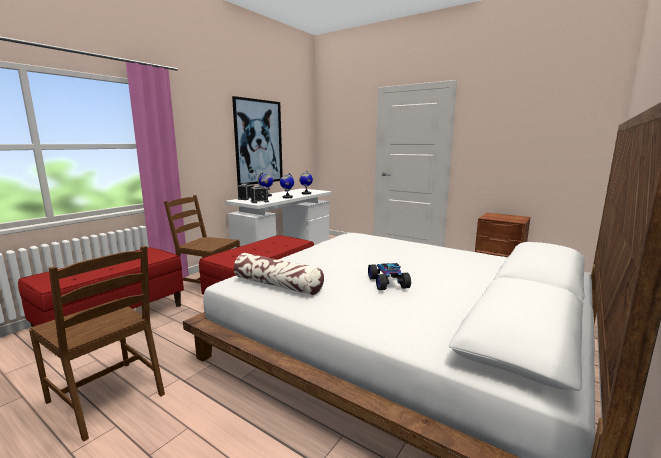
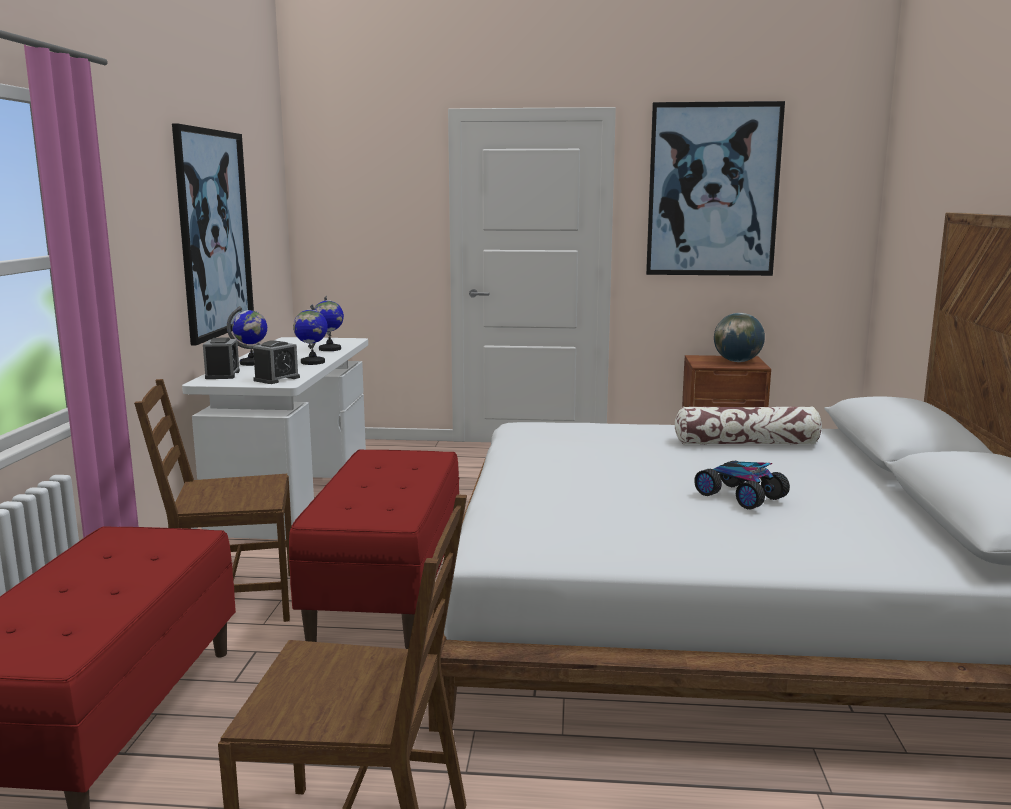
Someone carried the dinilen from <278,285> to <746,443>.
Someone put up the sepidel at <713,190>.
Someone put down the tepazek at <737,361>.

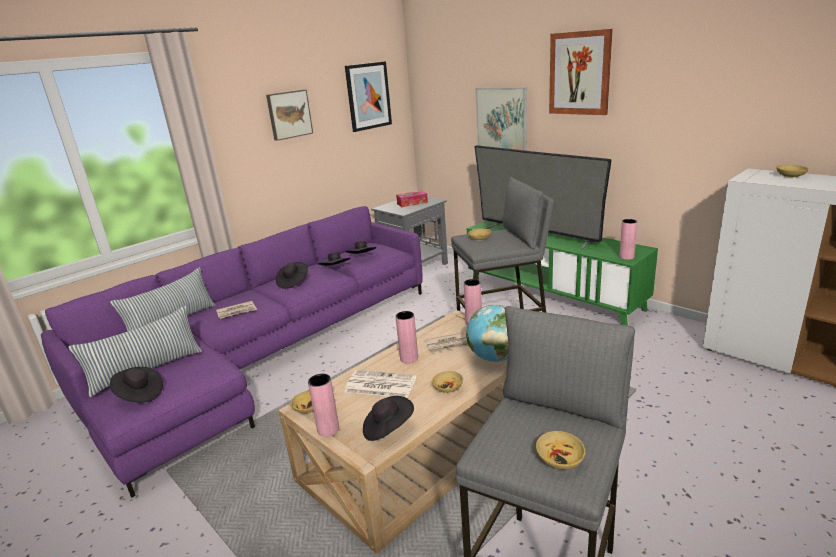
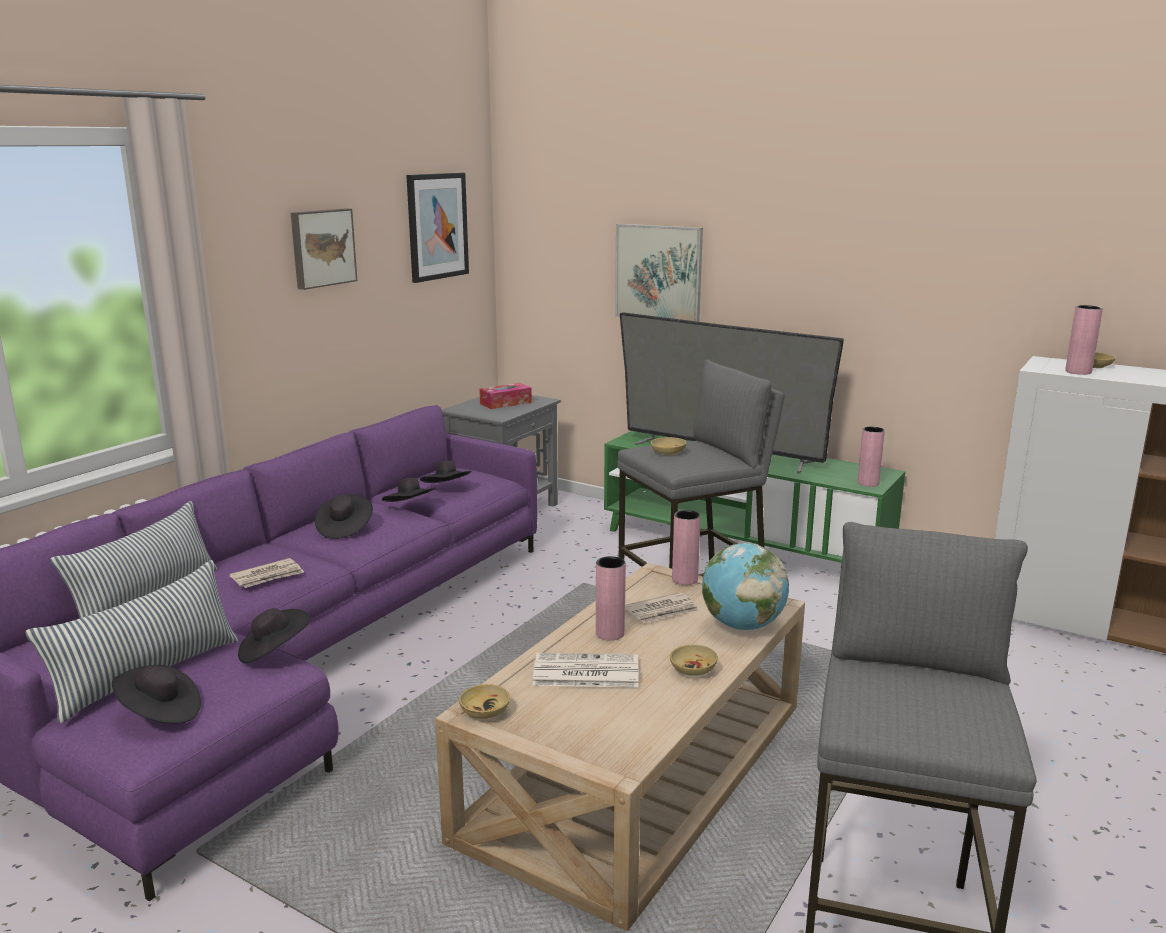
Someone carried the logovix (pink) from <328,429> to <1078,372>.
Someone carried the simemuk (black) from <387,428> to <273,651>.
Someone took away the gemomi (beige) at <560,458>.
Someone took away the sepidel at <580,73>.

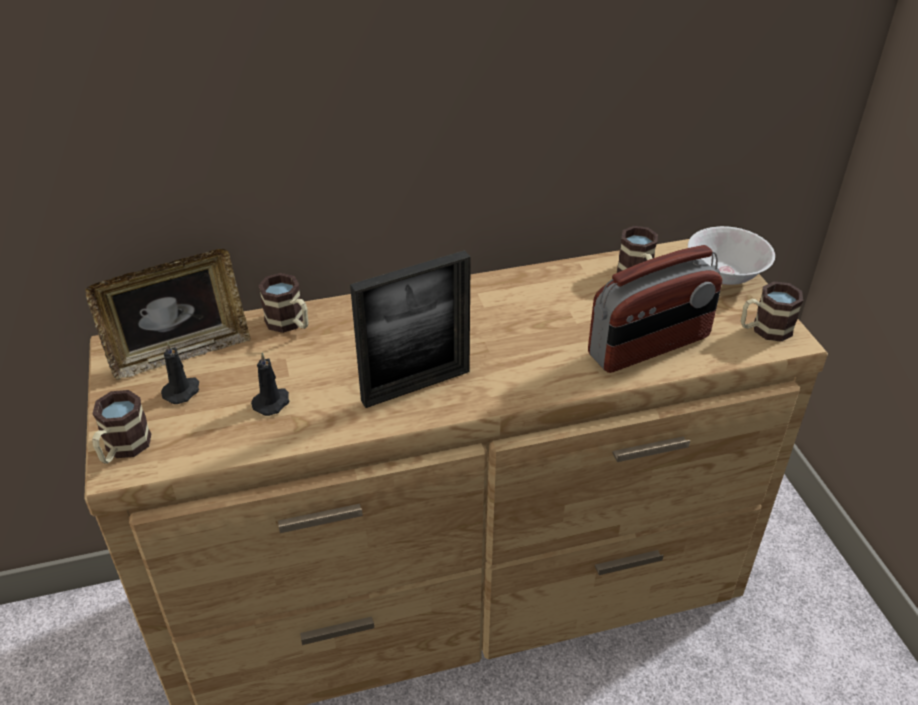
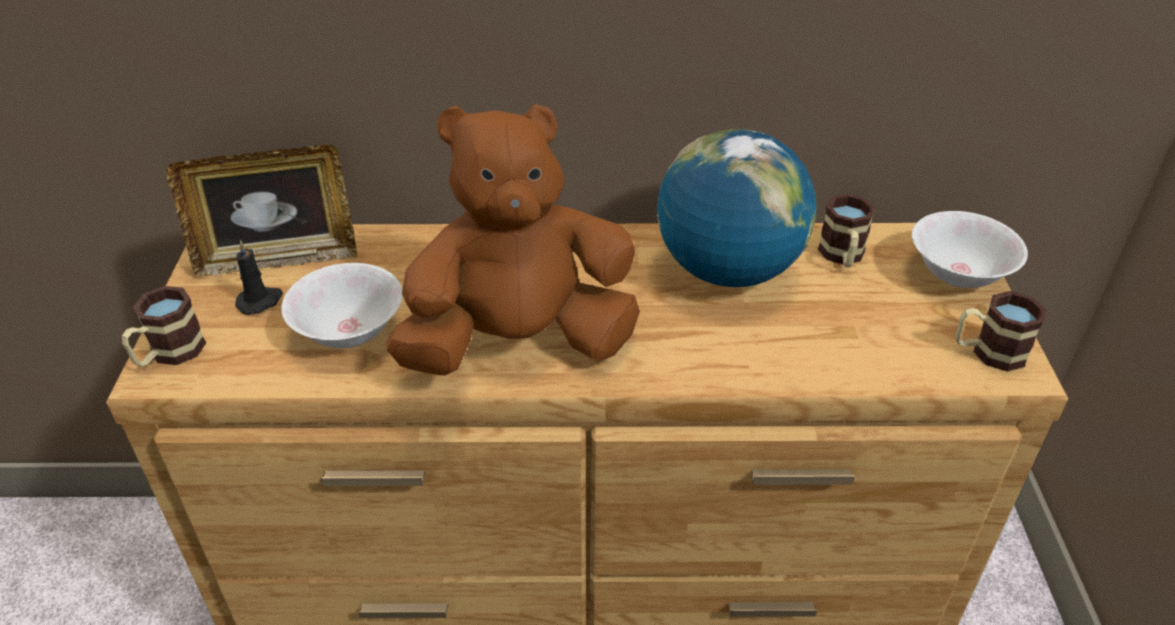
Someone swapped the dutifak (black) at <272,402> for the gemomi (white) at <350,332>.
Someone took away the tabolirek at <290,323>.
Someone swapped the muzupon at <416,386> for the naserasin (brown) at <520,343>.
Someone took away the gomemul at <649,347>.
Someone put down the tepazek at <728,271>.

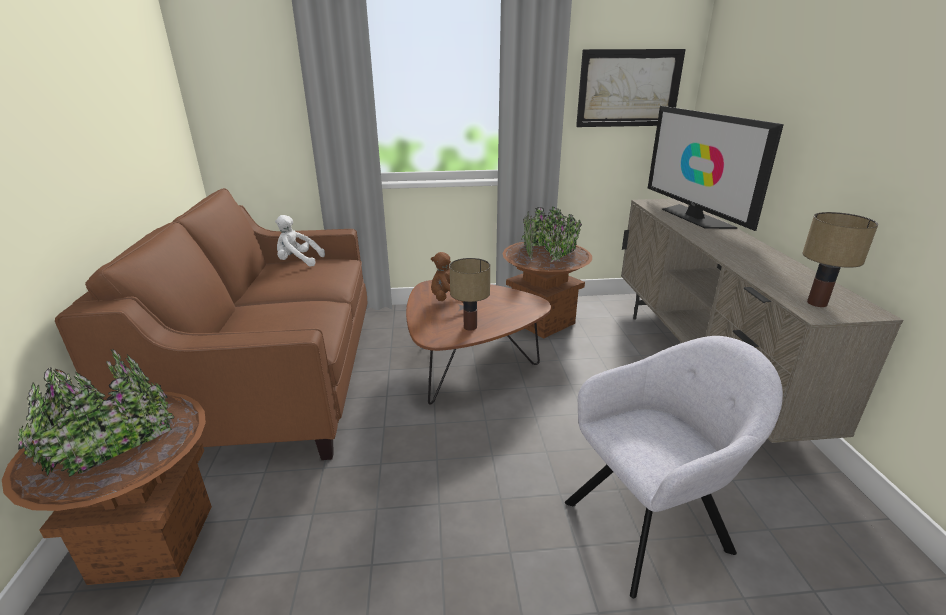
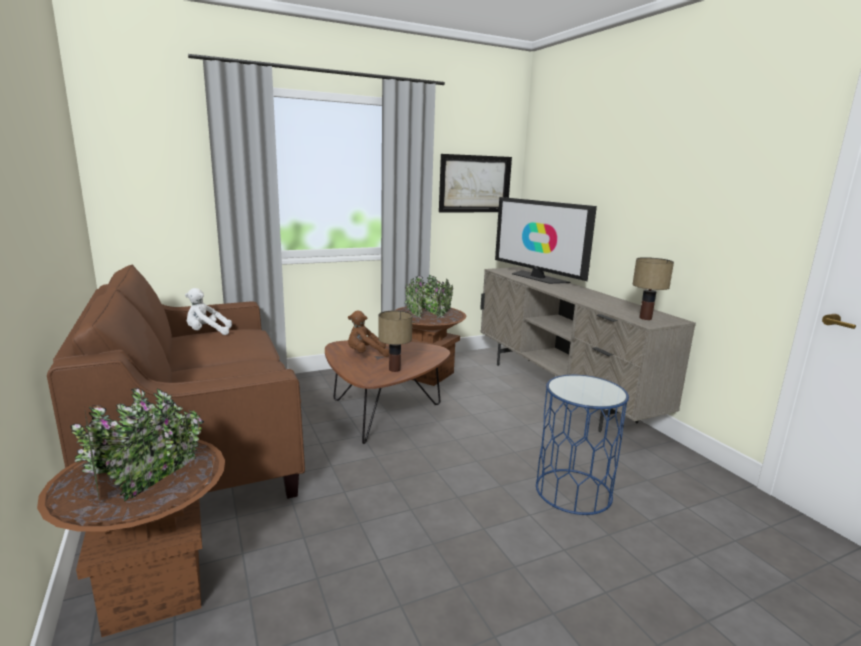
Someone swapped the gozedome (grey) at <652,524> for the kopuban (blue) at <573,491>.

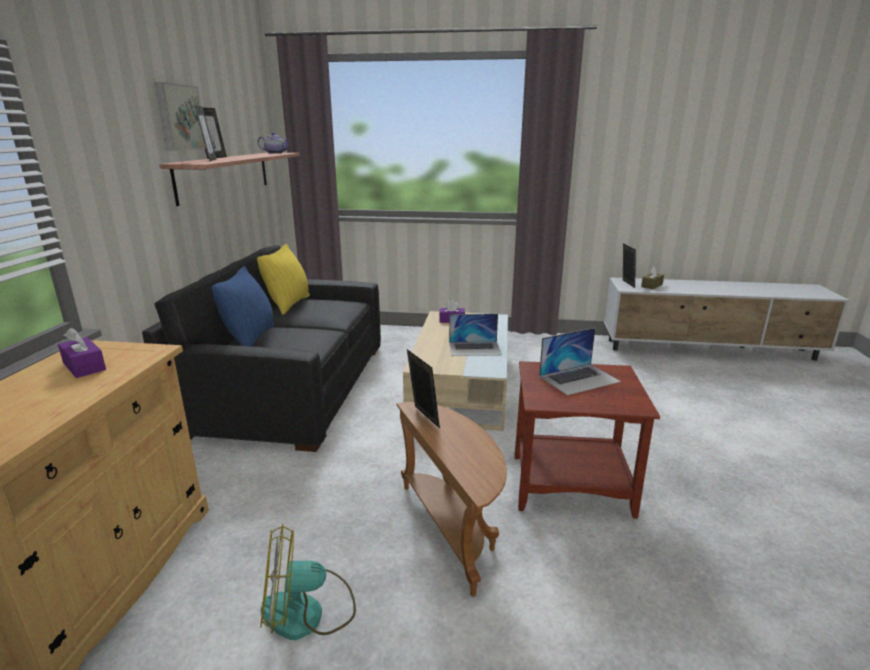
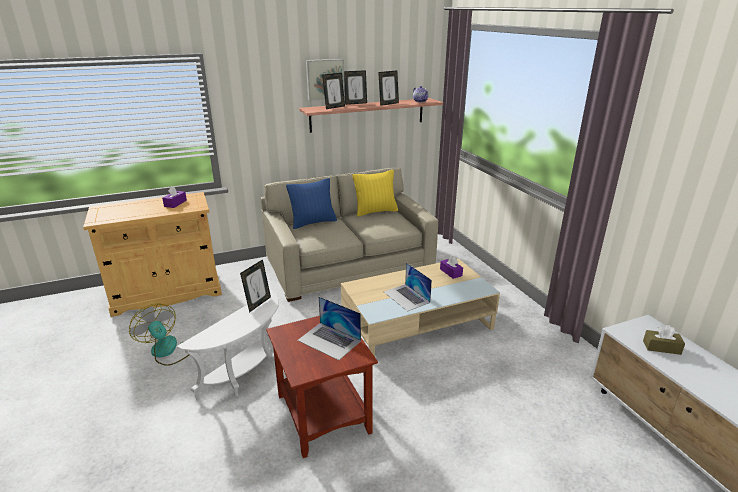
Someone repainted the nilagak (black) at <290,386>, which became the nilagak (beige) at <349,264>.
Someone repainted the kopuban (brown) at <452,529>, which became the kopuban (white) at <246,374>.
Someone carried the muzupon from <626,284> to <388,104>.

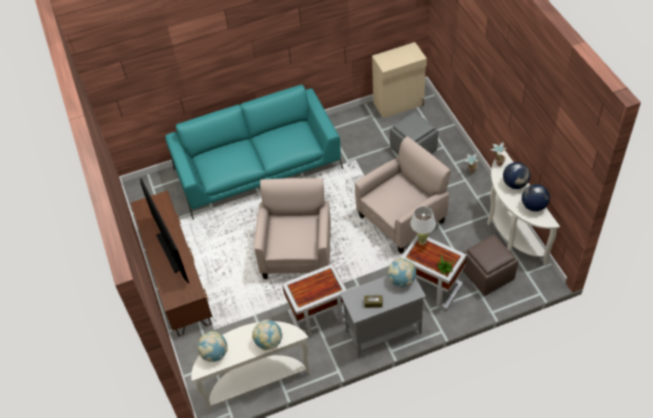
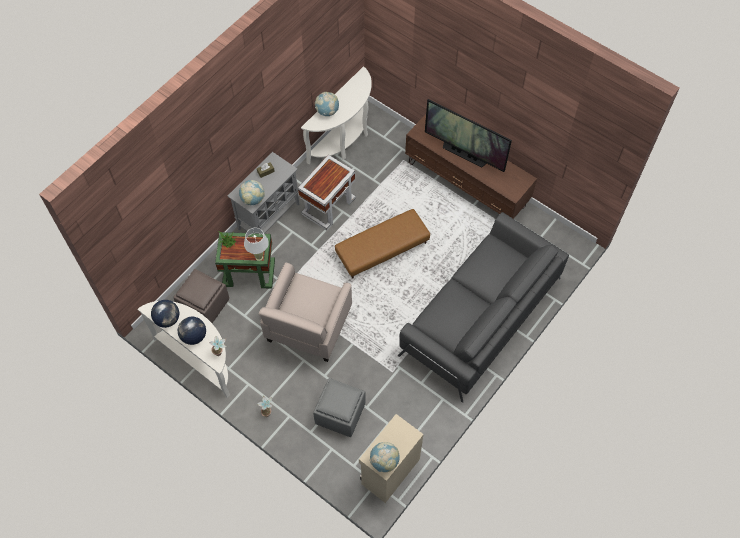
Someone repainted the nilagak (turquoise) at <257,169>, which became the nilagak (grey) at <480,316>.
Someone carried the tepazek from <215,354> to <384,461>.
Someone swapped the gozedome (beige) at <297,253> for the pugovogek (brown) at <382,250>.
Someone repainted the kopuban (white) at <431,286>, which became the kopuban (green) at <249,272>.

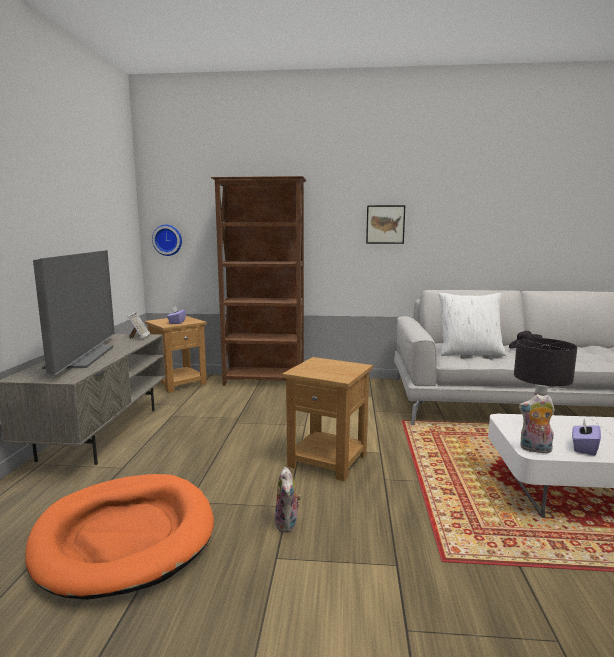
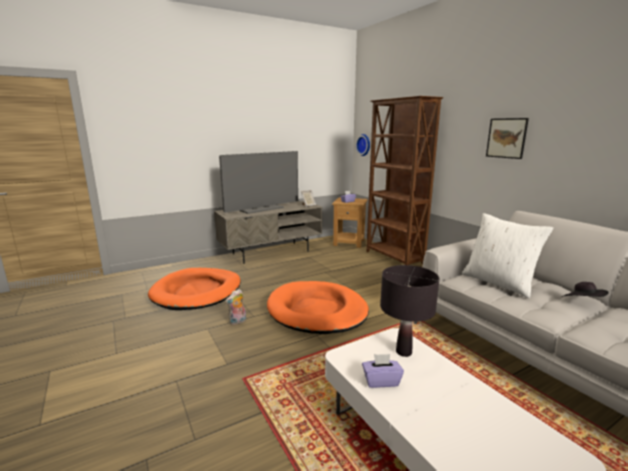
Someone swapped the kopuban (brown) at <328,460> for the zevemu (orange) at <317,311>.
Someone took away the naserasin at <535,449>.

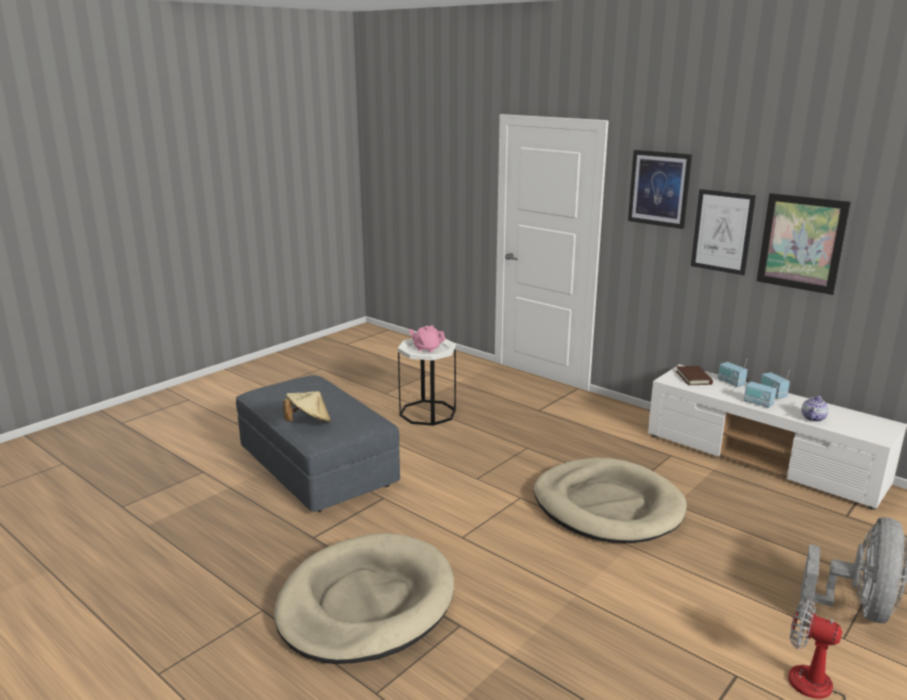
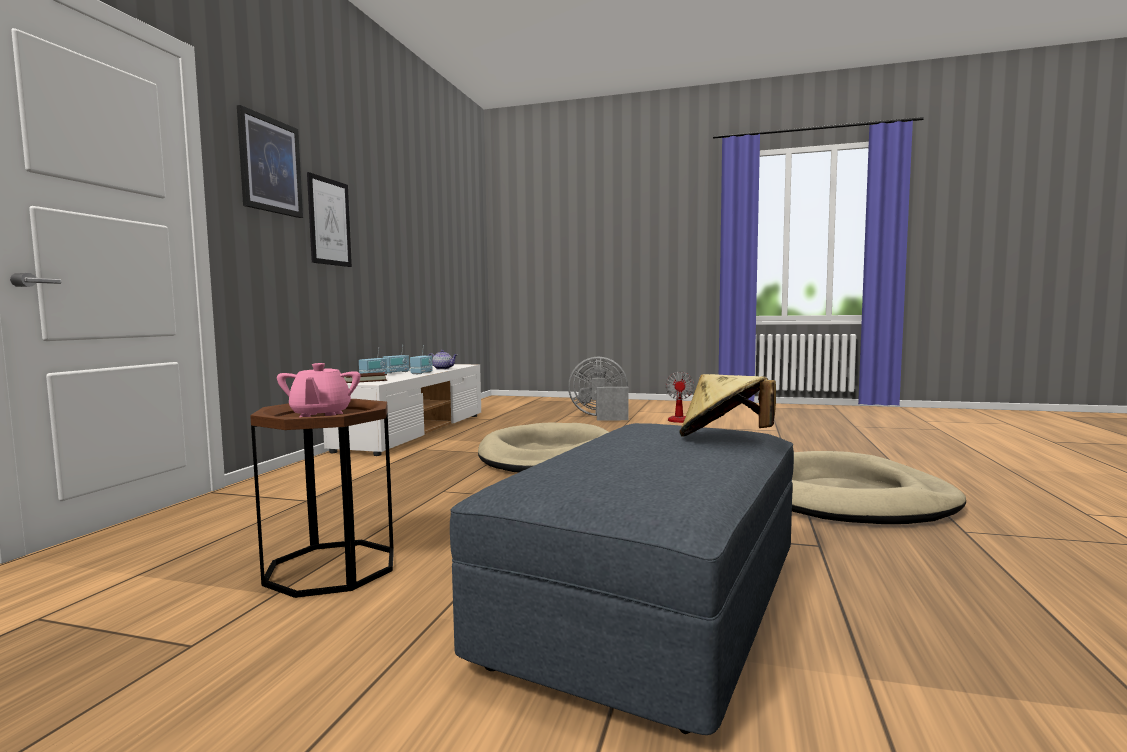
Someone repainted the kopuban (white) at <427,413>, which became the kopuban (brown) at <331,567>.
Someone took away the sepidel at <801,243>.

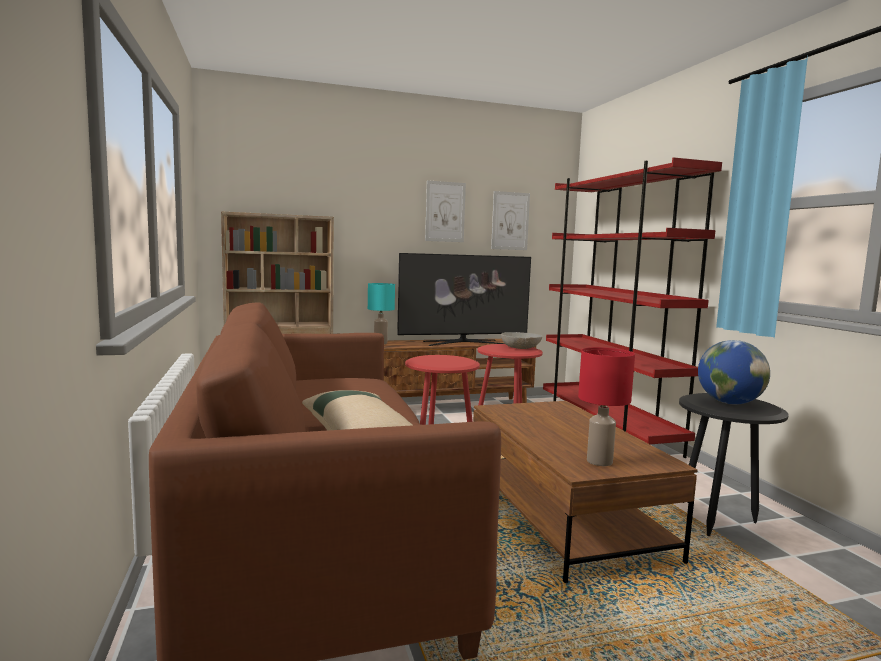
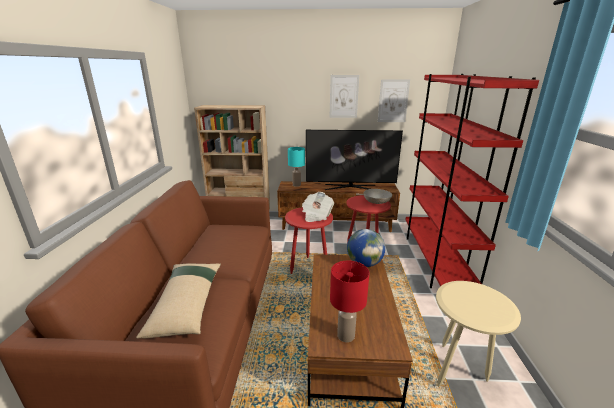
Someone repainted the kopuban (black) at <719,520>, which became the kopuban (beige) at <459,371>.
Someone carried the tepazek from <729,403> to <364,263>.
Someone put down the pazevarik at <316,215>.

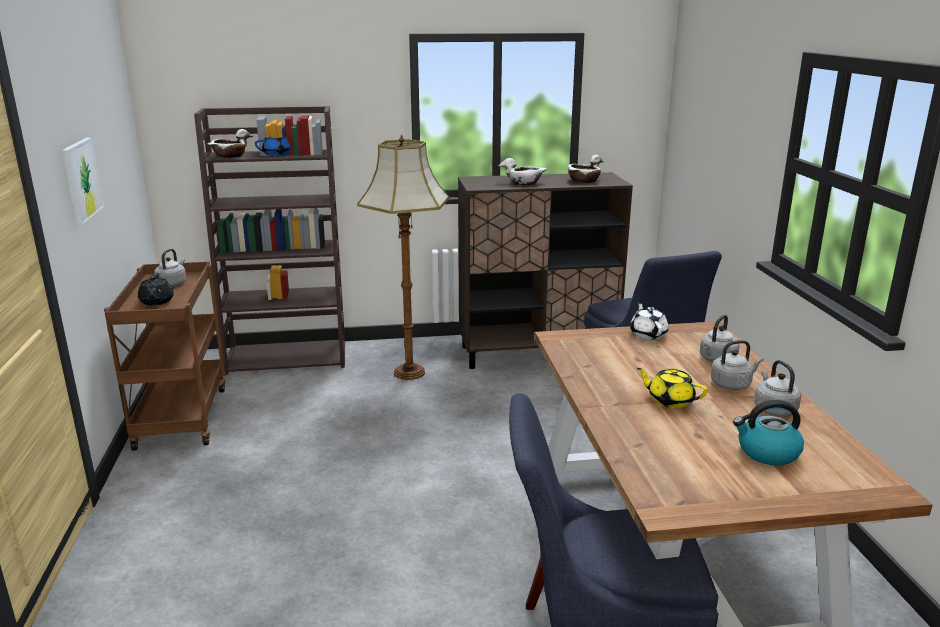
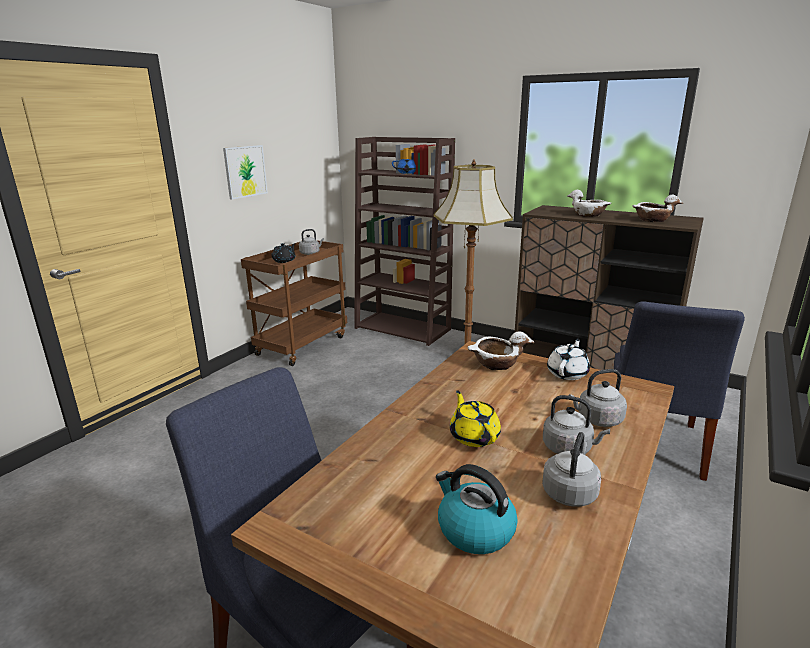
Someone carried the gemomi (white) from <230,156> to <496,364>.

